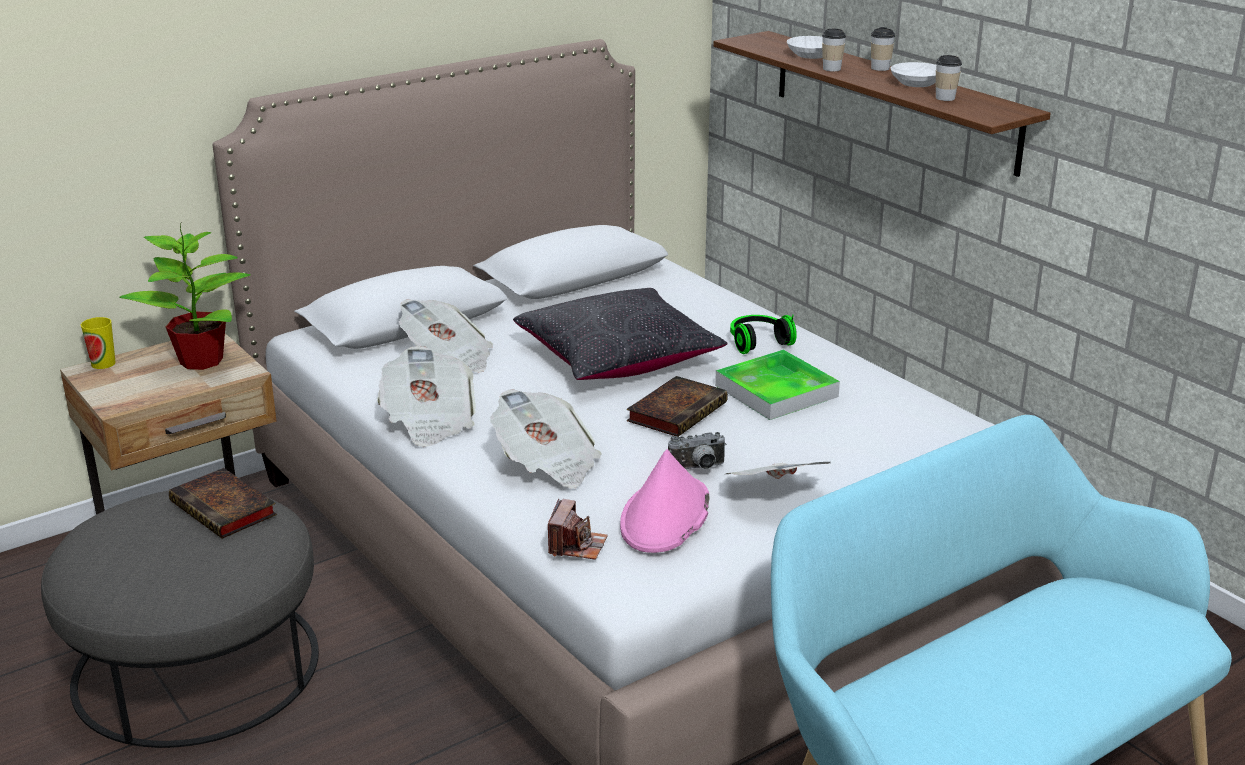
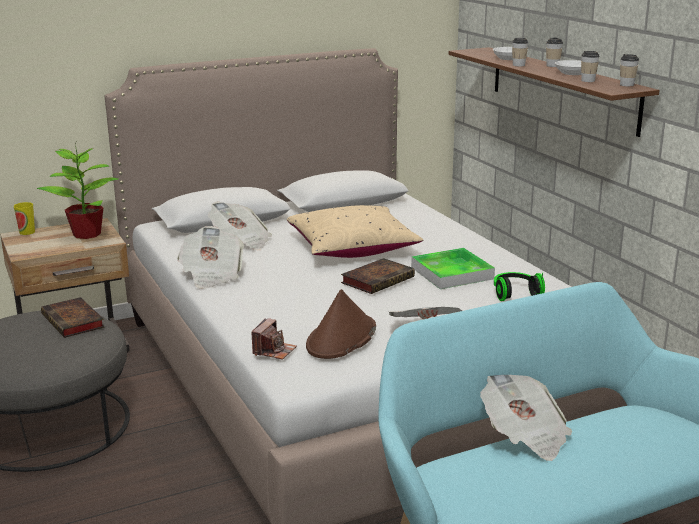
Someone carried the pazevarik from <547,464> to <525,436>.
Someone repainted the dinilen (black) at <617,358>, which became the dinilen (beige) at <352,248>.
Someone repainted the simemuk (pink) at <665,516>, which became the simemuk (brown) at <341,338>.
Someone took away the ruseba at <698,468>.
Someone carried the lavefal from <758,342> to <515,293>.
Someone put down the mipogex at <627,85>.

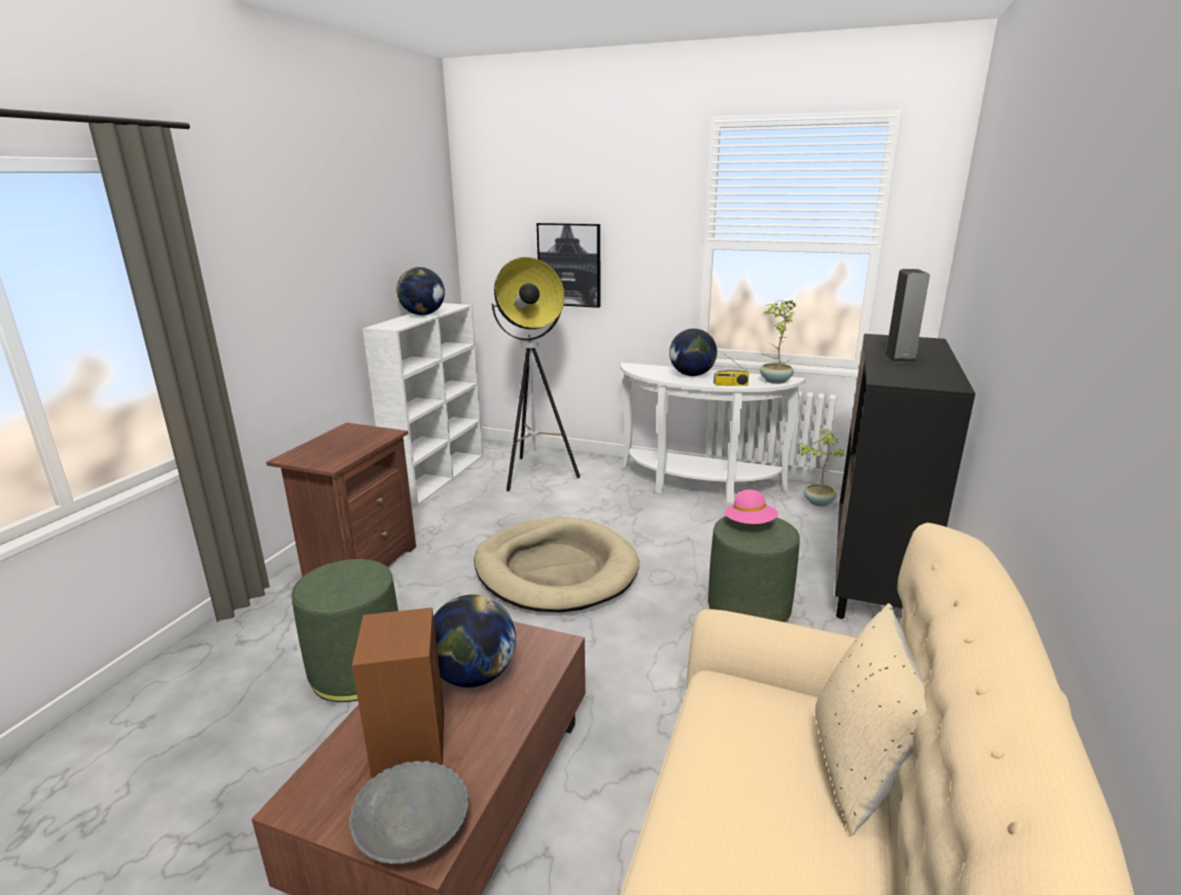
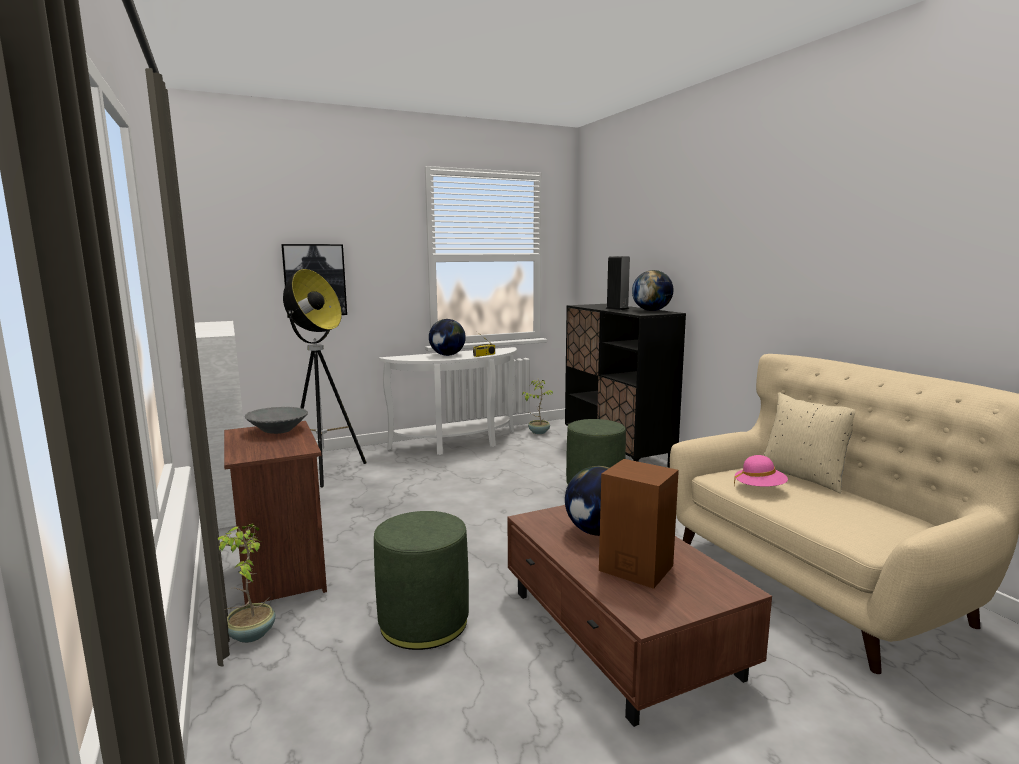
Someone carried the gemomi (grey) from <413,831> to <278,430>.
Someone carried the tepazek from <423,314> to <651,310>.
Someone took away the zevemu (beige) at <555,570>.
Someone carried the simemuk (pink) from <750,524> to <759,488>.
Someone carried the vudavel from <774,381> to <250,635>.

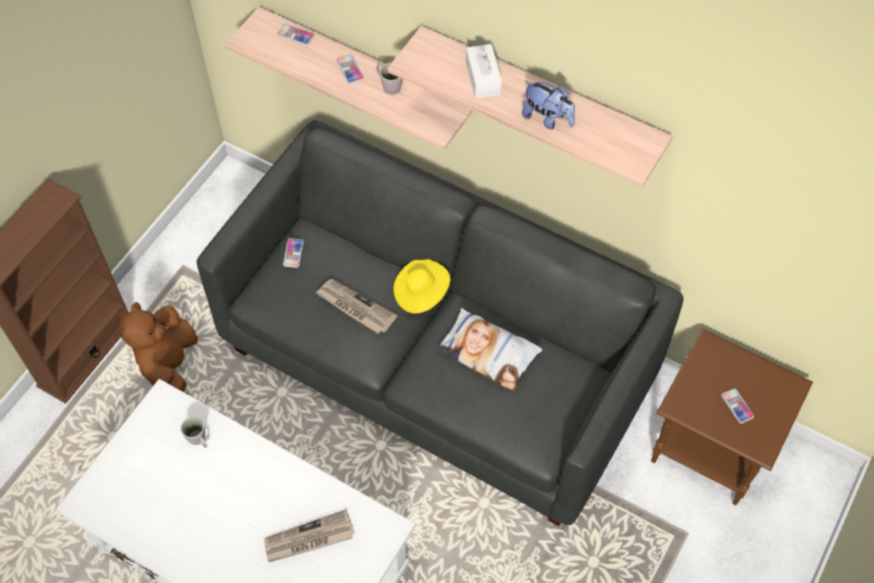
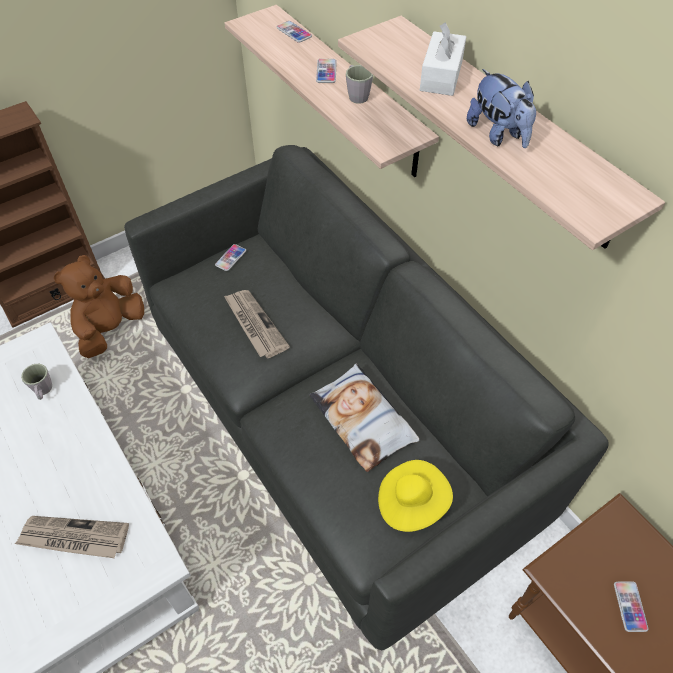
Someone carried the simemuk (yellow) from <420,293> to <411,502>.

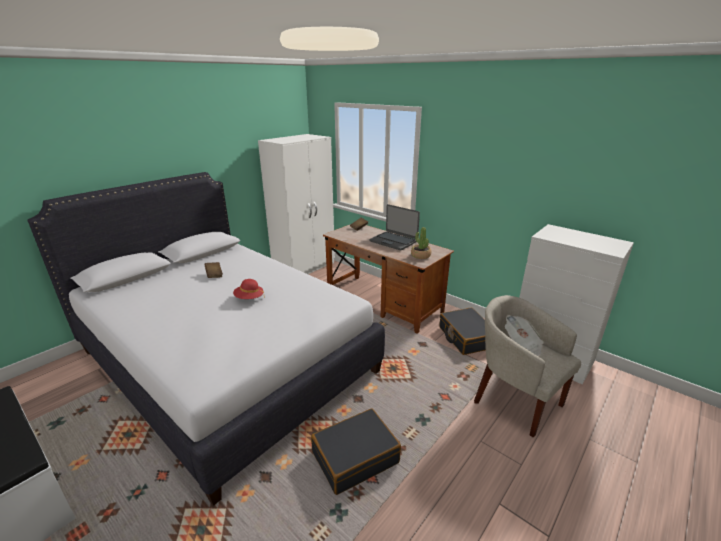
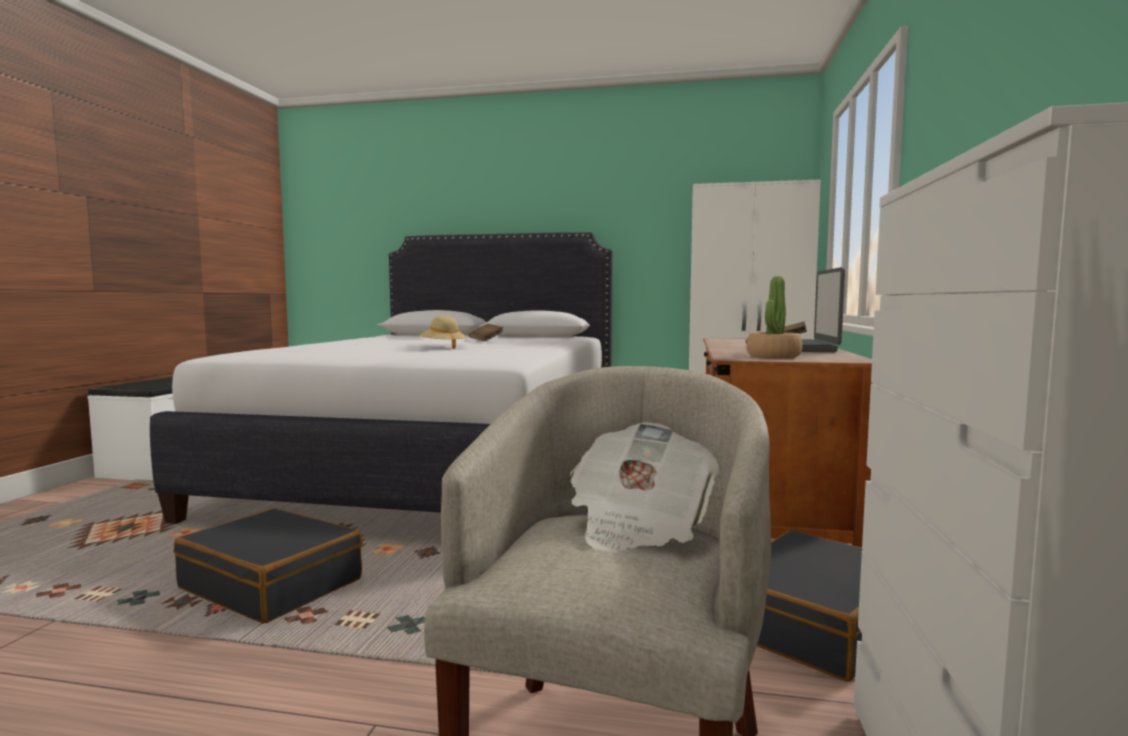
Someone repainted the simemuk (red) at <249,298>, which became the simemuk (beige) at <443,347>.

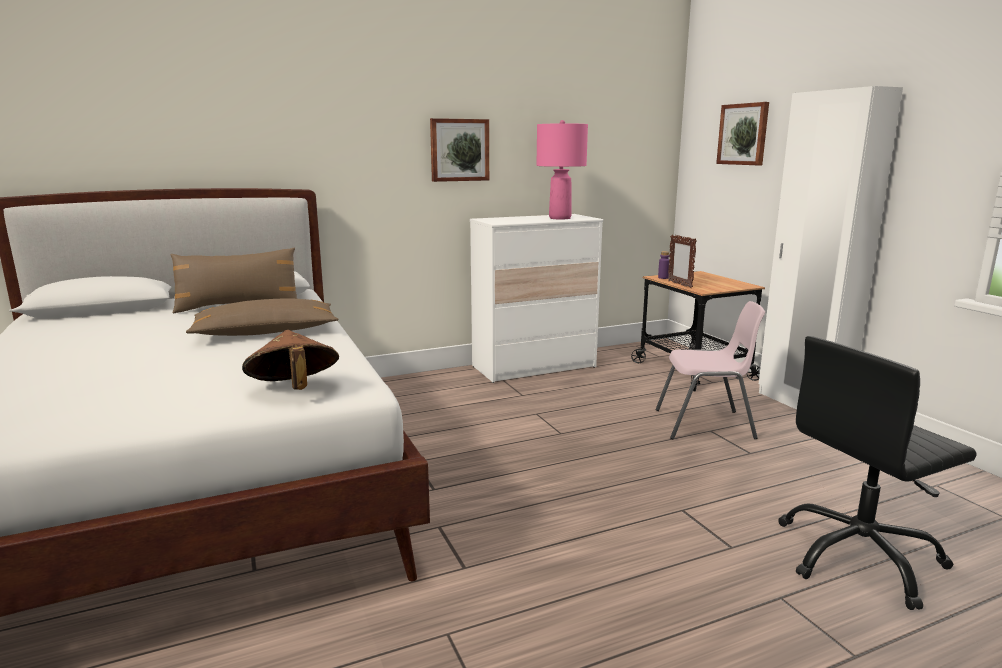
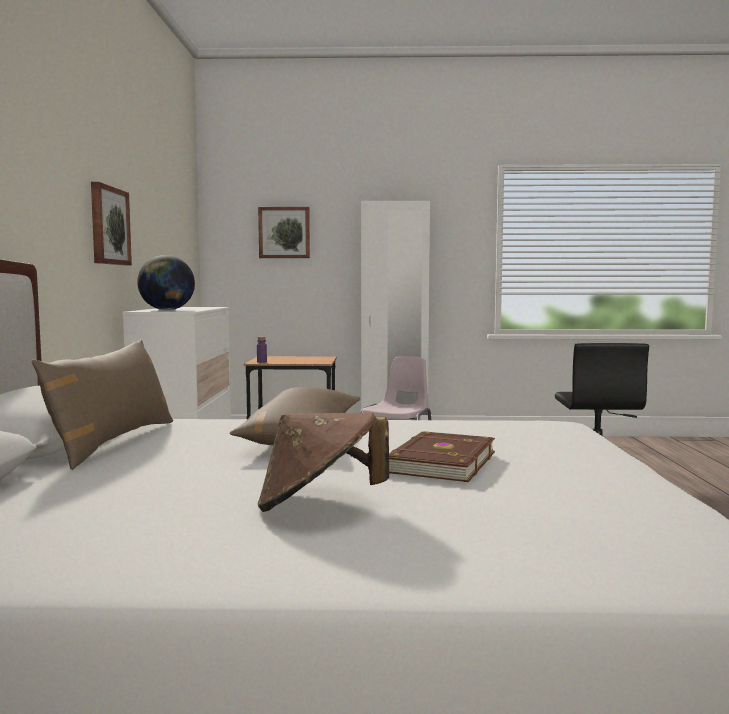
Someone carried the simemuk (brown) from <293,390> to <318,504>.
Someone took away the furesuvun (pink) at <559,218>.
Someone took away the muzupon at <679,284>.
Someone put down the tepazek at <166,310>.
Someone put down the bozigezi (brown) at <438,462>.

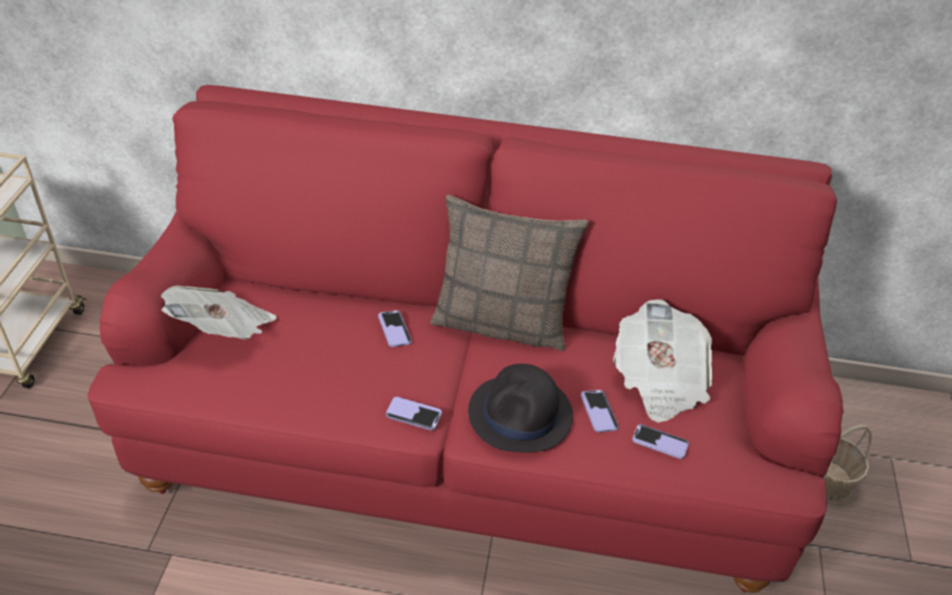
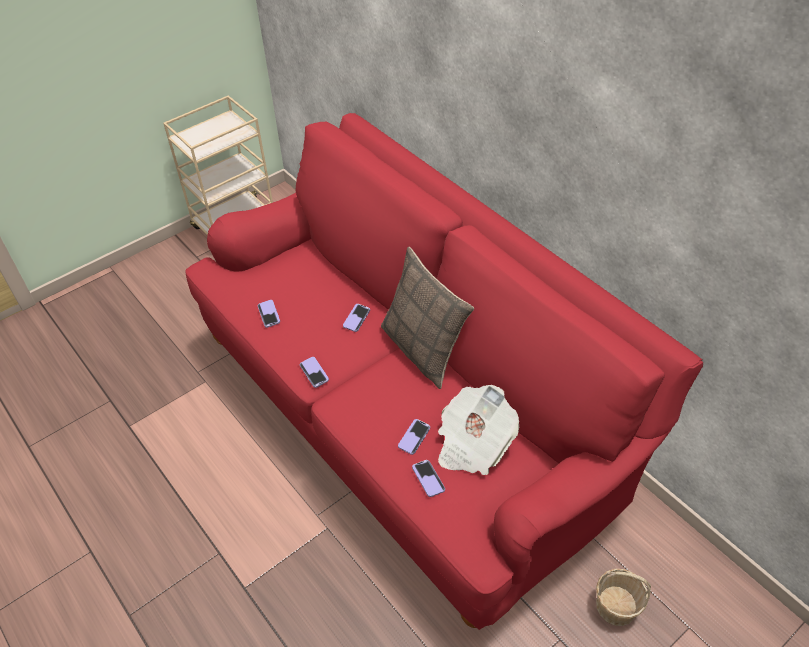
Someone took away the pazevarik at <224,331>.
Someone took away the simemuk (black) at <521,415>.
Someone put down the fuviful at <269,314>.

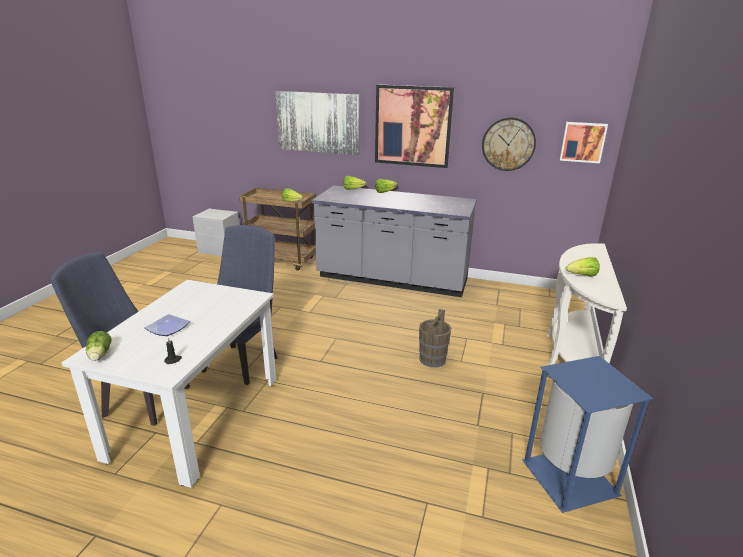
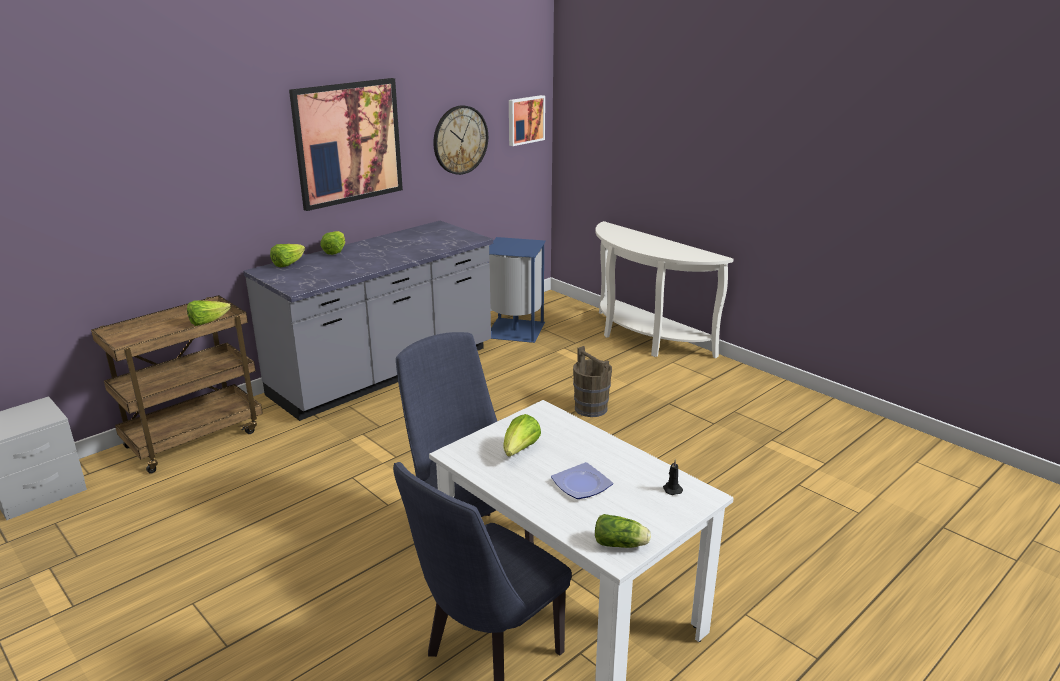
Someone took away the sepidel at <318,122>.
Someone carried the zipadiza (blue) from <571,478> to <516,330>.
Someone carried the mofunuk from <582,276> to <520,451>.

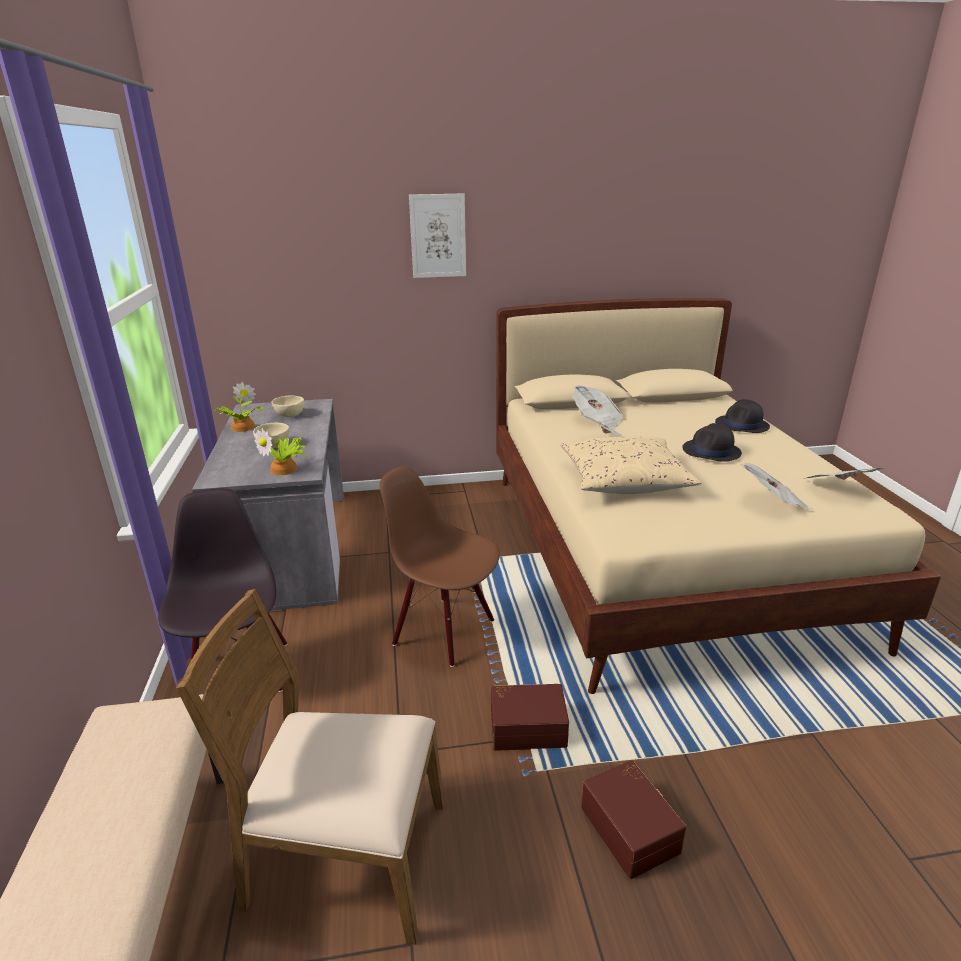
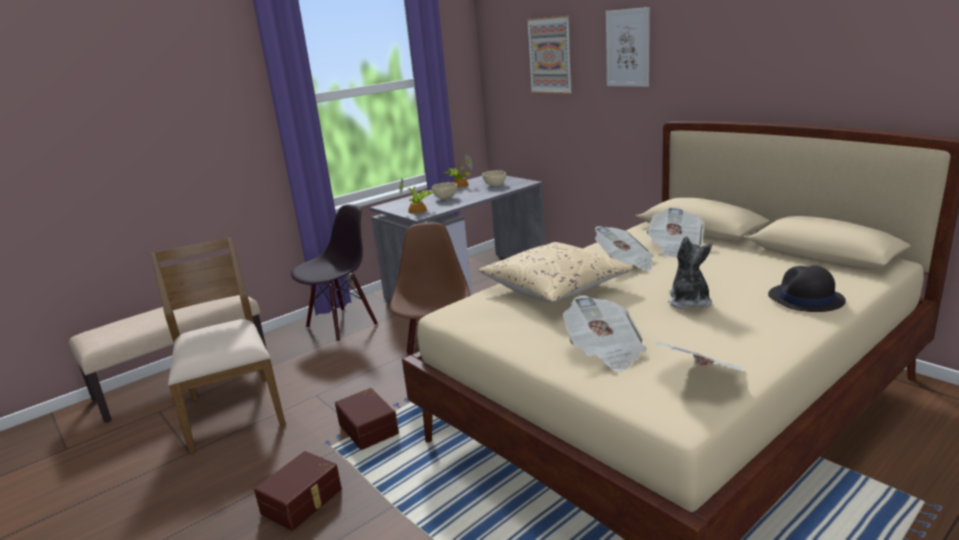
Someone swapped the simemuk (black) at <711,451> for the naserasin at <689,302>.
Someone put up the sepidel at <550,55>.

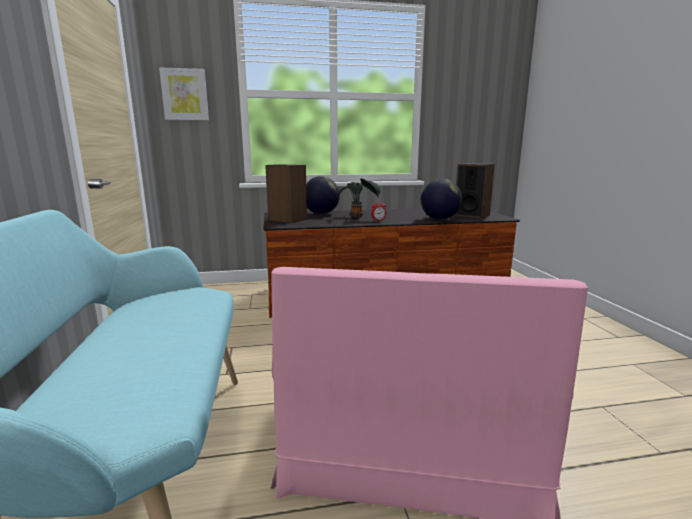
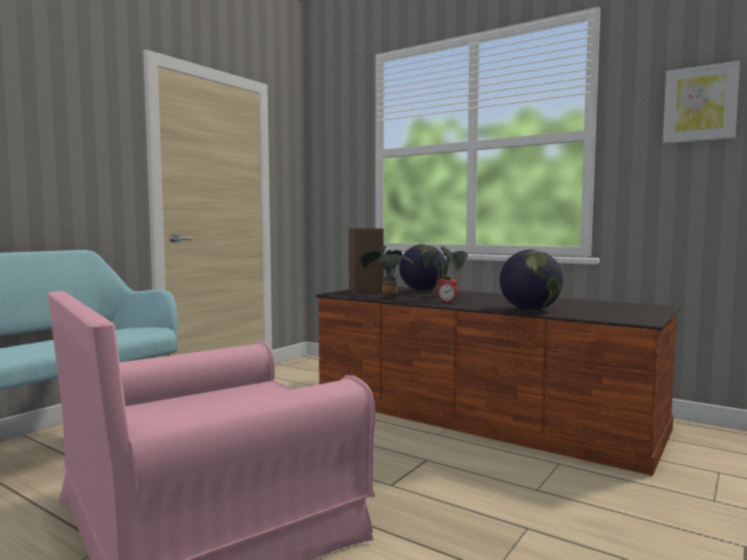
Someone carried the sepidel from <185,94> to <700,104>.
Someone took away the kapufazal at <471,215>.
Someone put down the vudavel at <387,297>.

